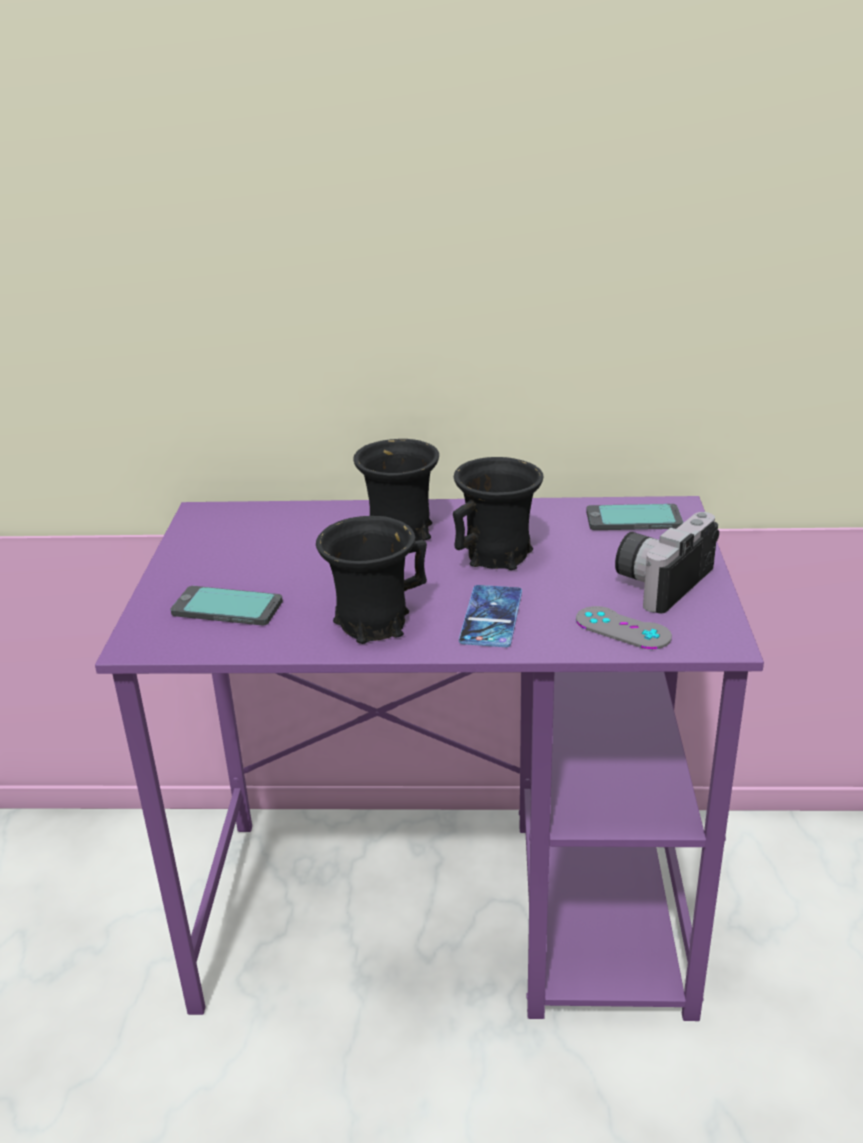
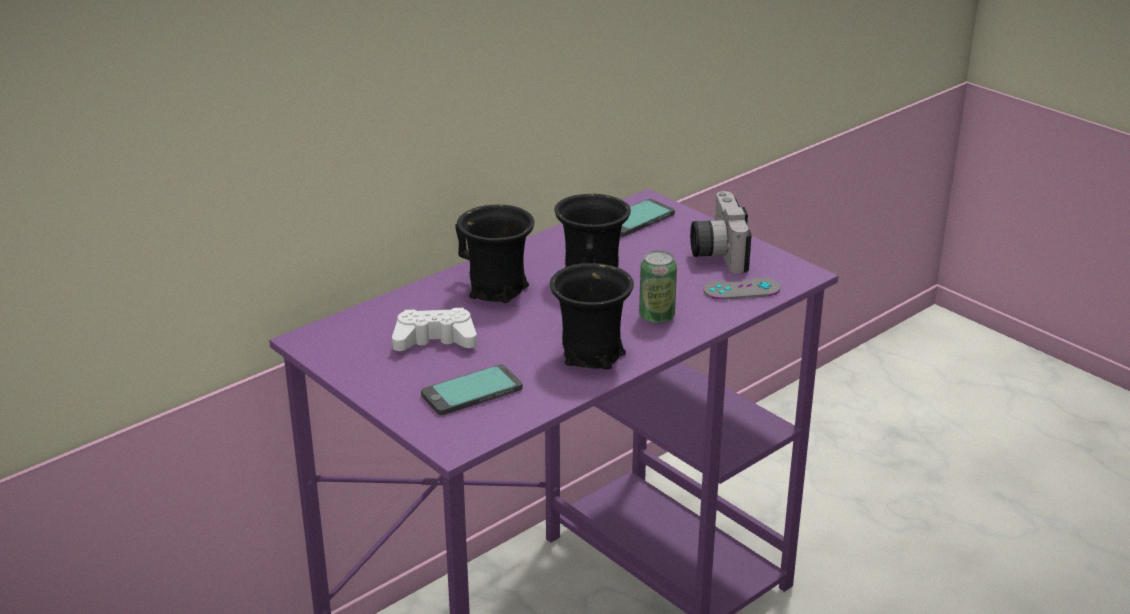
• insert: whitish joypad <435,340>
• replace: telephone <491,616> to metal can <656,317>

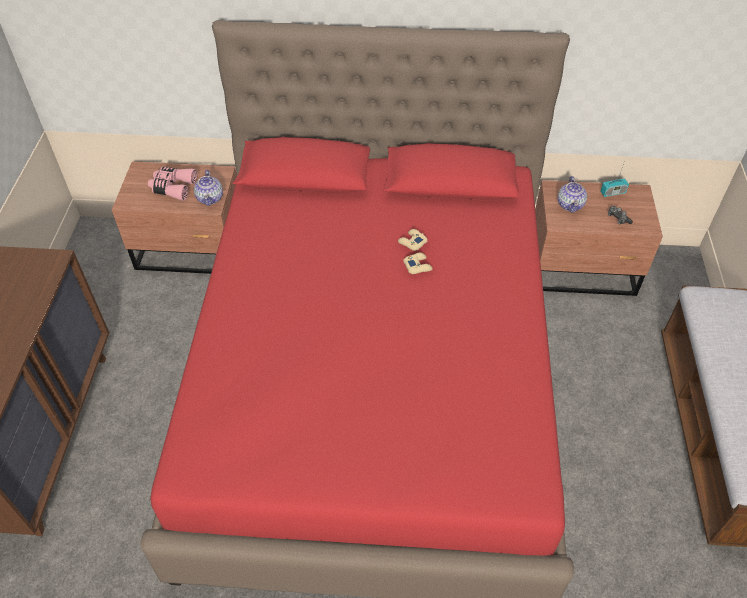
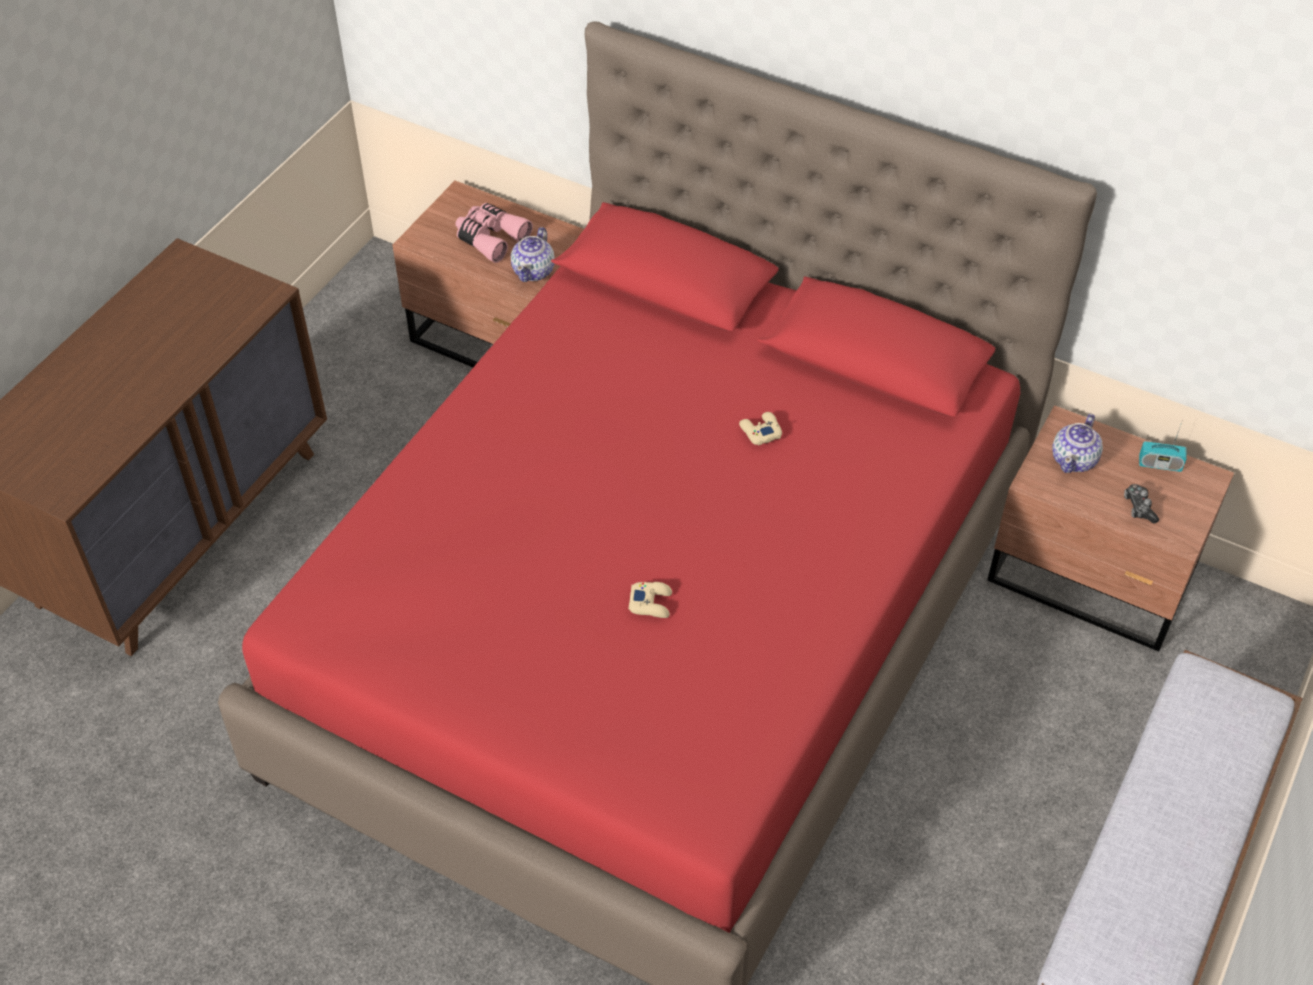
• move: sand-coloured joypad <418,266> to <651,603>

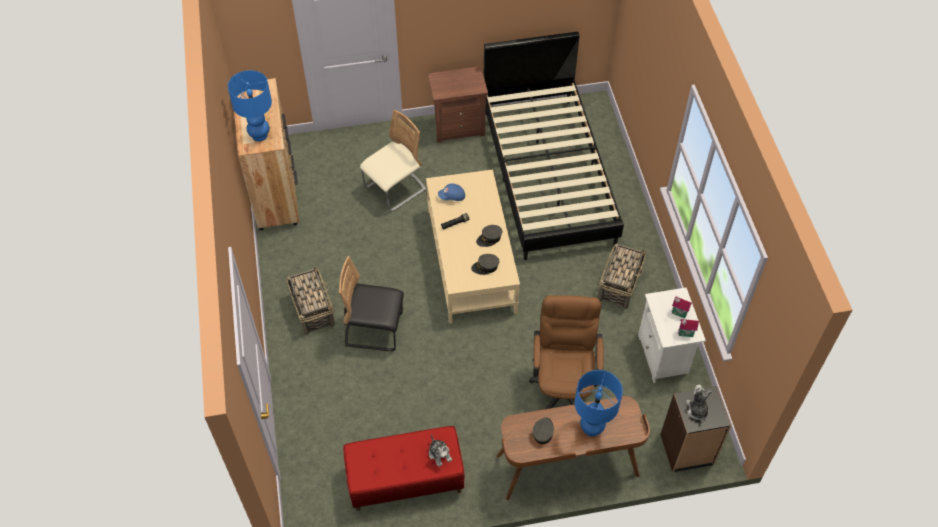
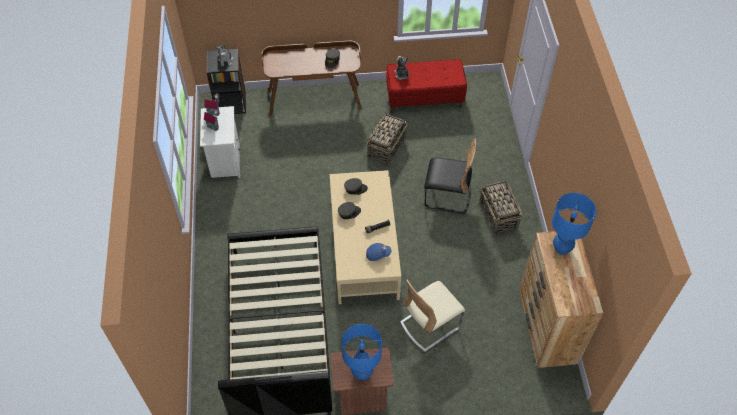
• delete: brownish office chair <563,385>
• move: blue tabletop lamp <591,428> to <362,373>
• move: basket <619,285> to <386,147>

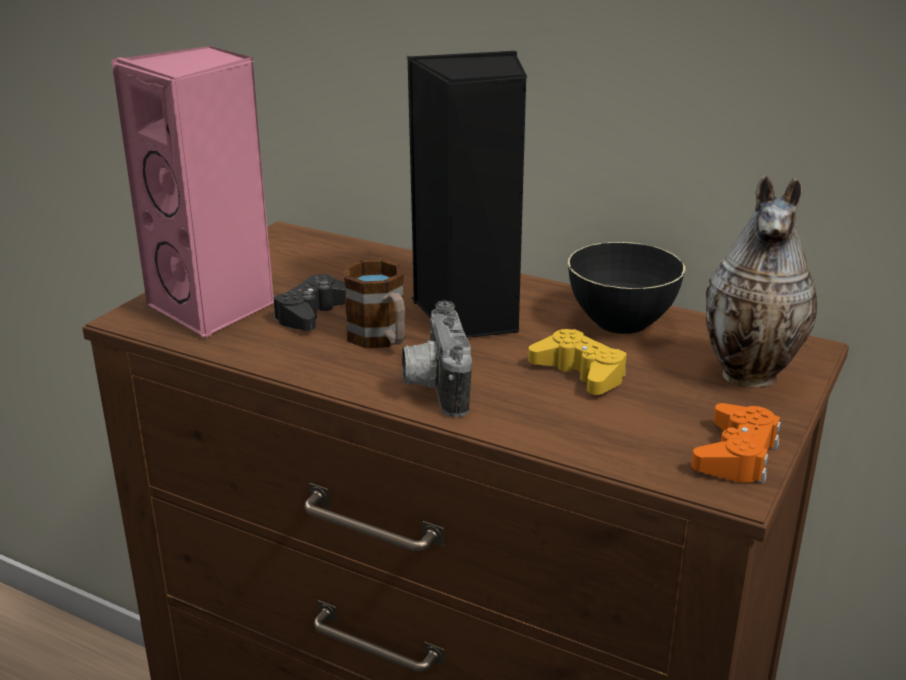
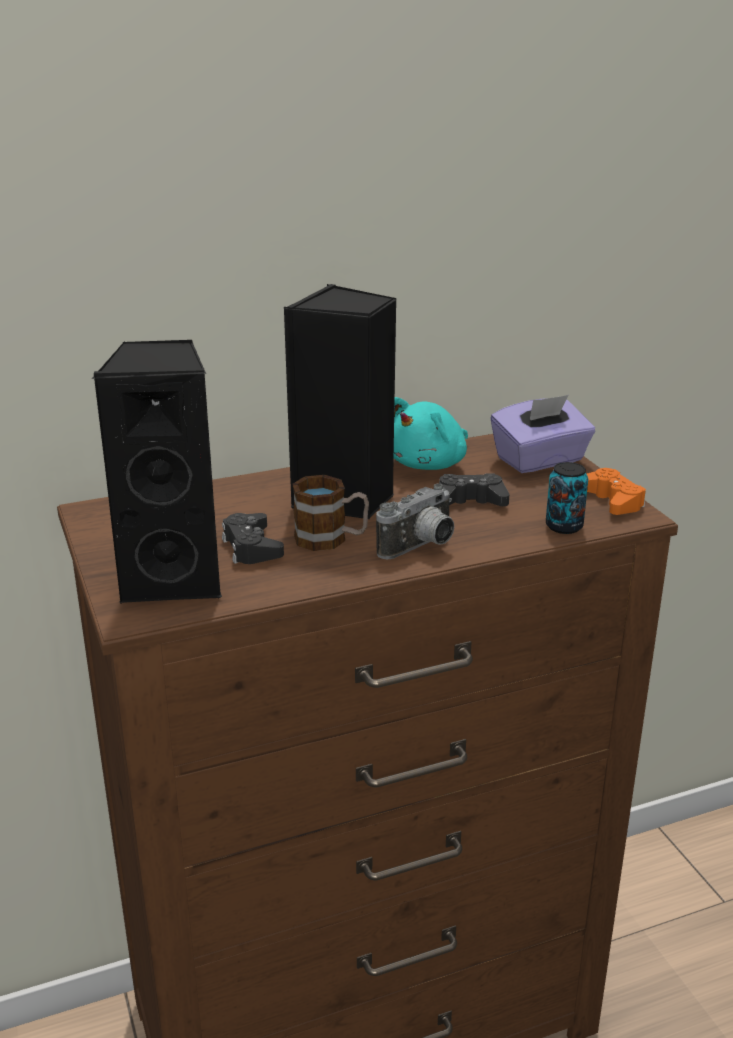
• insert: metal can <564,526>
• replace: blackish bowl <621,322> to turquoise cuddly toy <429,464>
• replace: decorative vase <752,374> to purple-coloured box of tissues <540,460>
• recolor: pink loudspeaker <215,308> to blackish loudspeaker <175,579>
• recolor: yellow joypad <580,373> to blackish joypad <470,500>
• rotate: still camera <434,387> = <421,547> 75 degrees counterclockwise

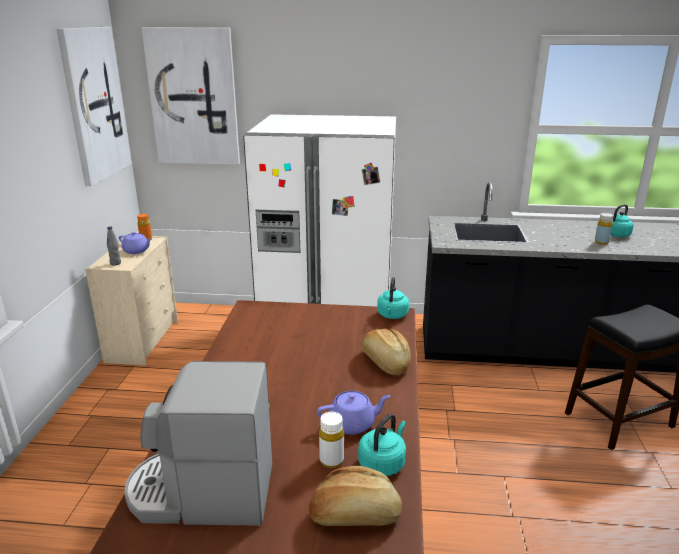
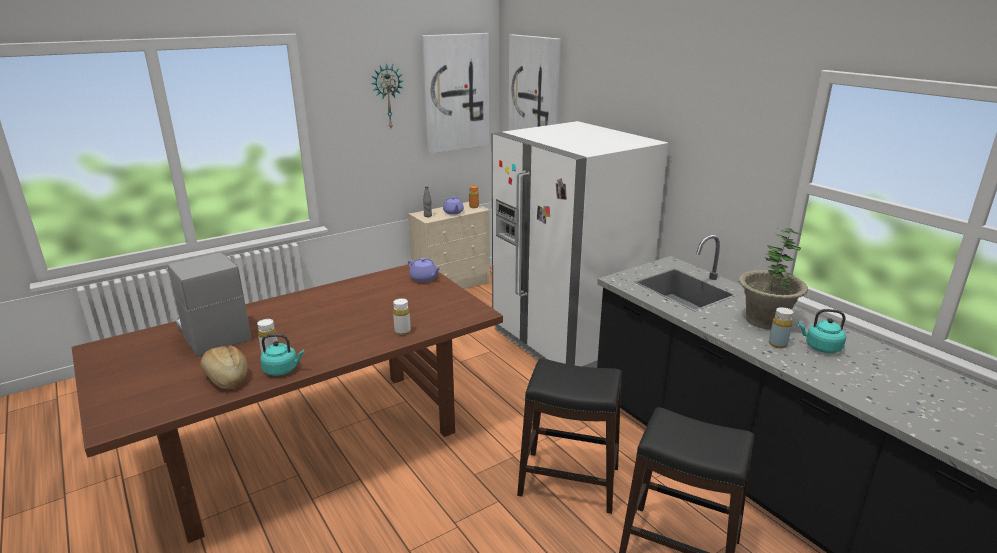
• delete: turquoise water kettle <392,315>
• insert: wall clock <387,96>
• insert: blackish stool seat <569,482>
• insert: potted plant <765,321>
• move: purple-coloured teapot <353,424> to <424,278>
• replace: bakery bread <384,362> to whitish drink bottle <402,332>

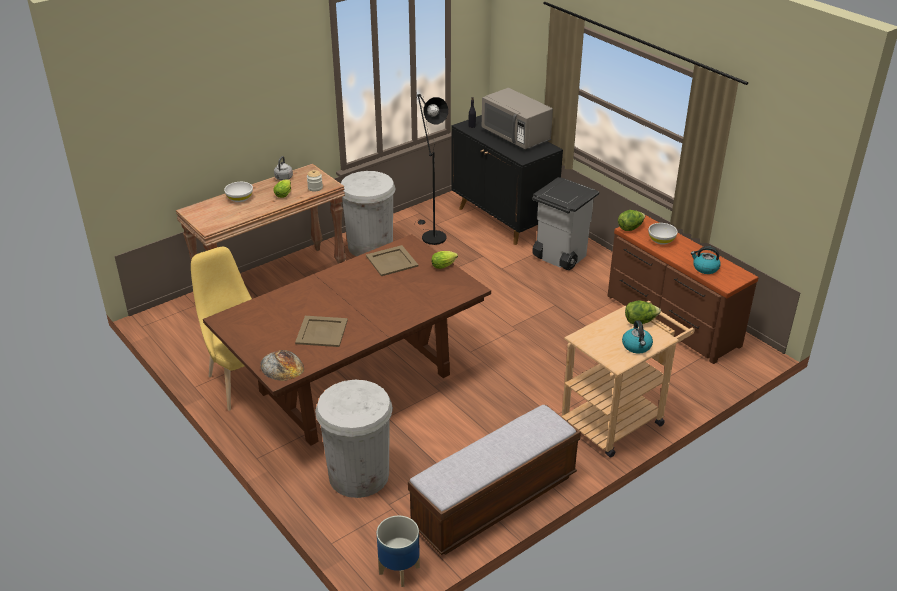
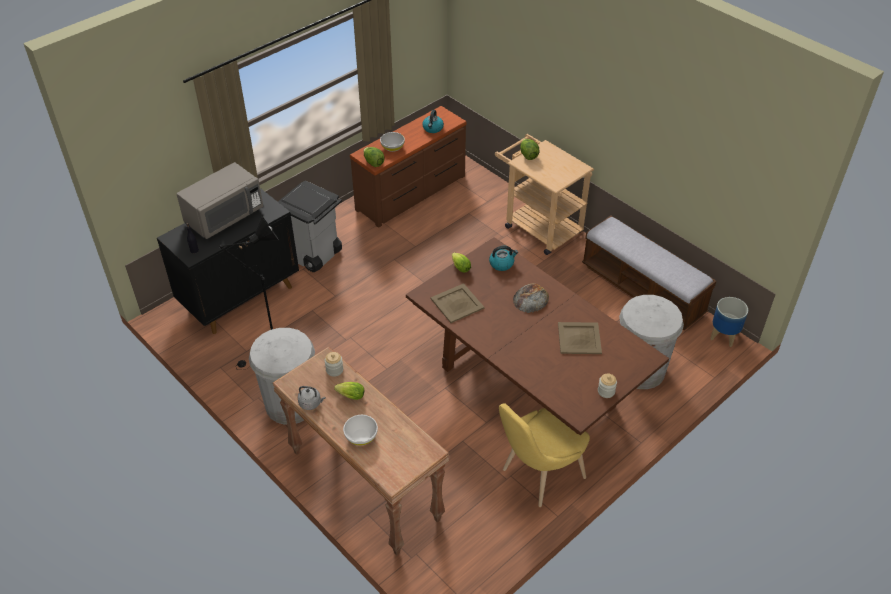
• insert: storage jar <606,391>
• move: bakery bread <282,366> to <531,298>
• move: water kettle <637,346> to <502,264>

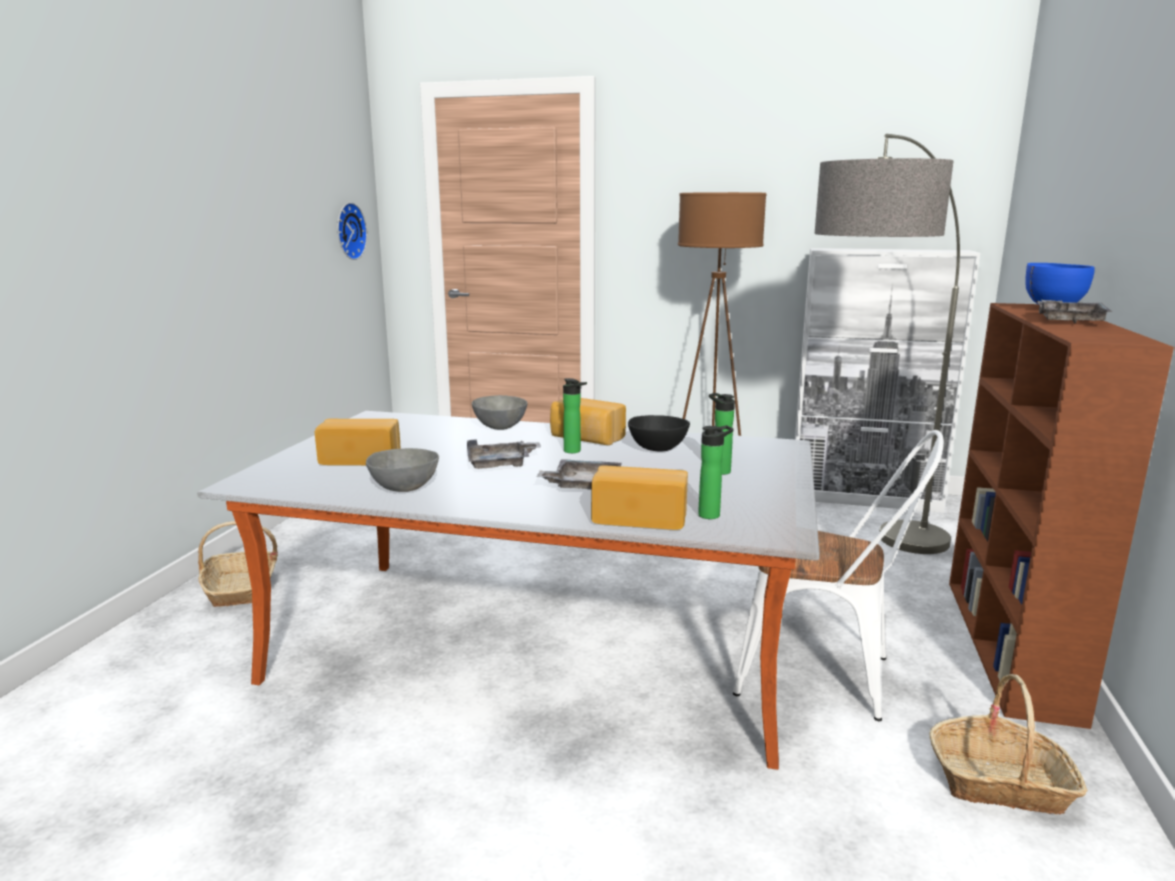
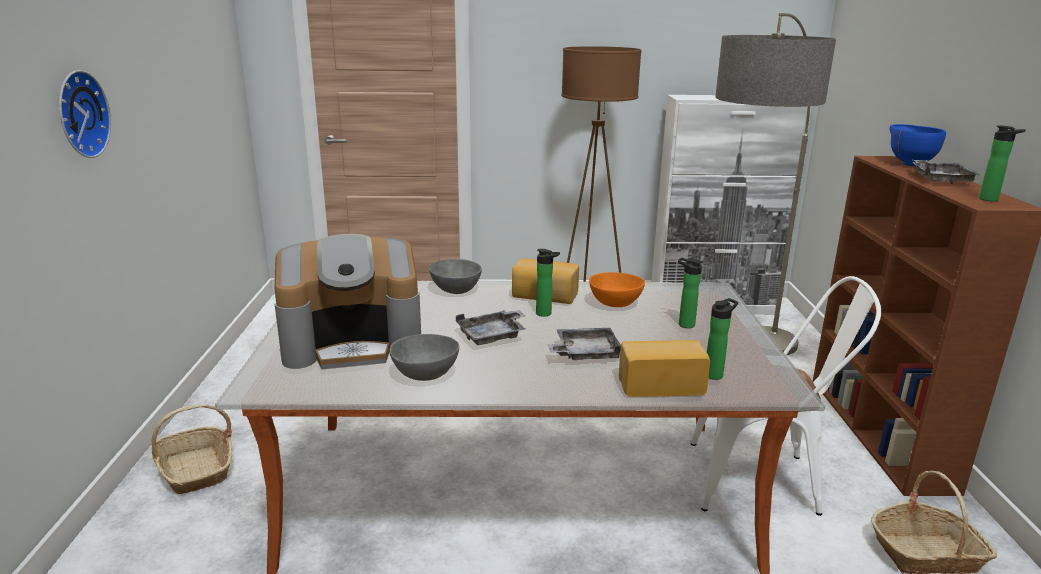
• insert: drink bottle <991,200>
• move: wall clock <348,231> to <78,114>
• replace: bakery bread <361,459> to coffee maker <353,342>
• recolor: blackish bowl <658,449> to orangey bowl <615,304>

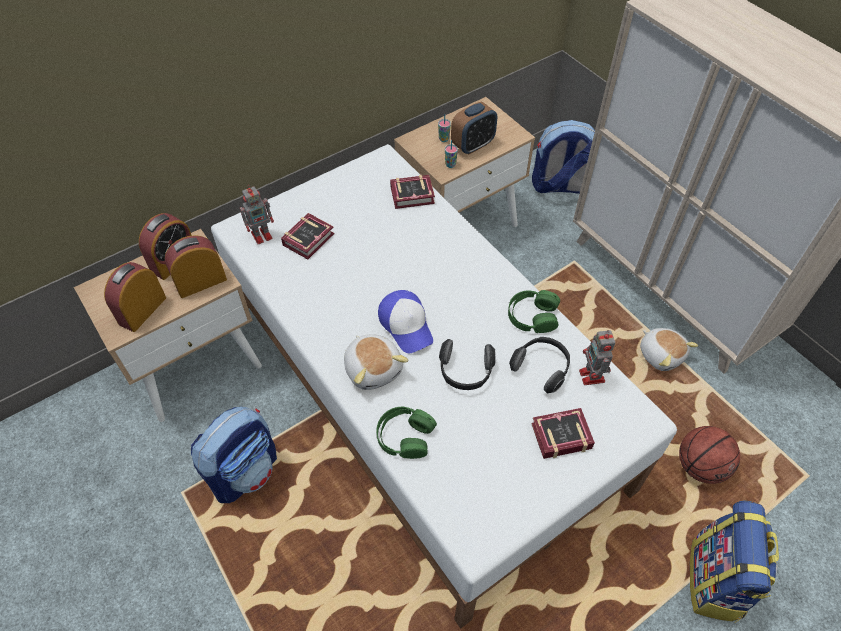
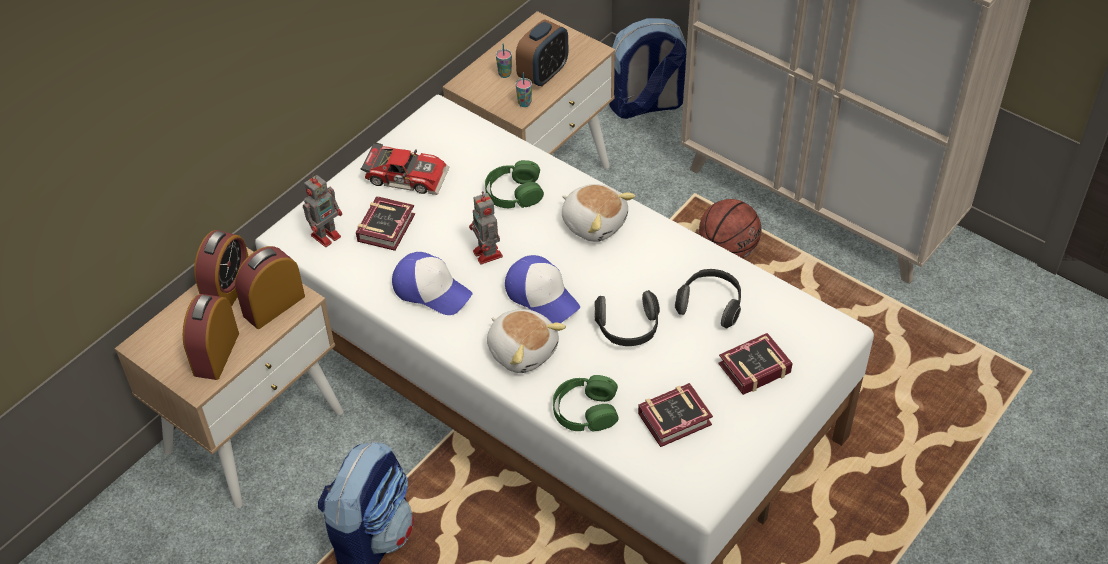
• delete: knapsack <716,581>
• insert: model car <407,175>
• insert: baseball cap <431,290>
• move: bound book <414,196> to <678,419>
• move: green pair of headphones <532,316> to <514,192>
• move: toy robot <592,377> to <488,255>
• move: cuddly toy <661,354> to <594,223>
• move: basketball <700,466> to <728,250>

